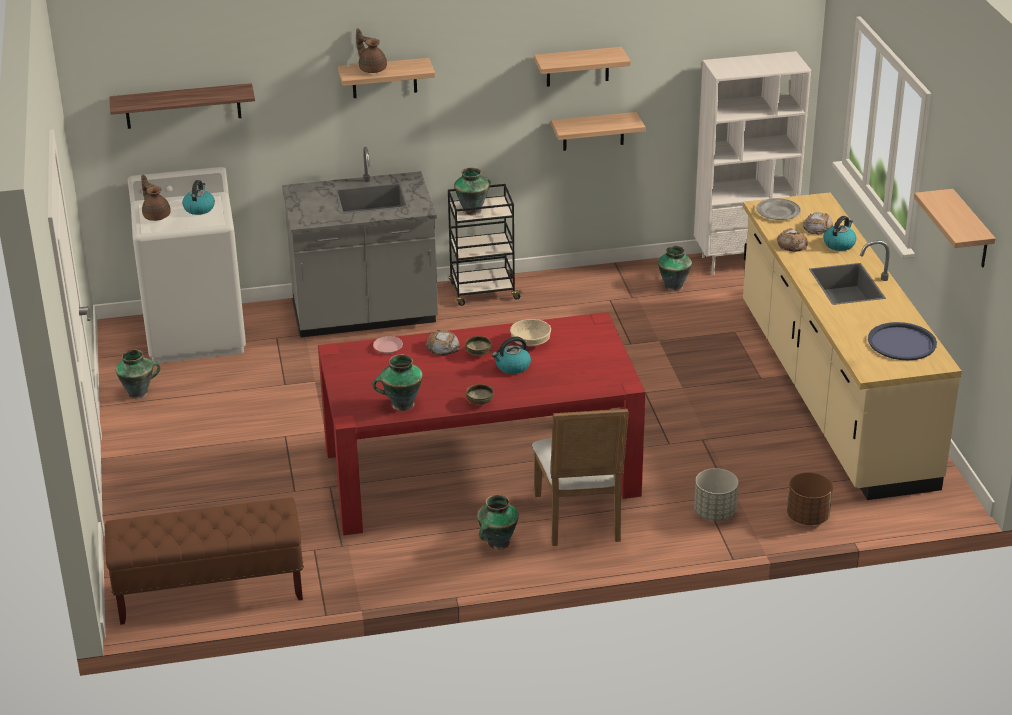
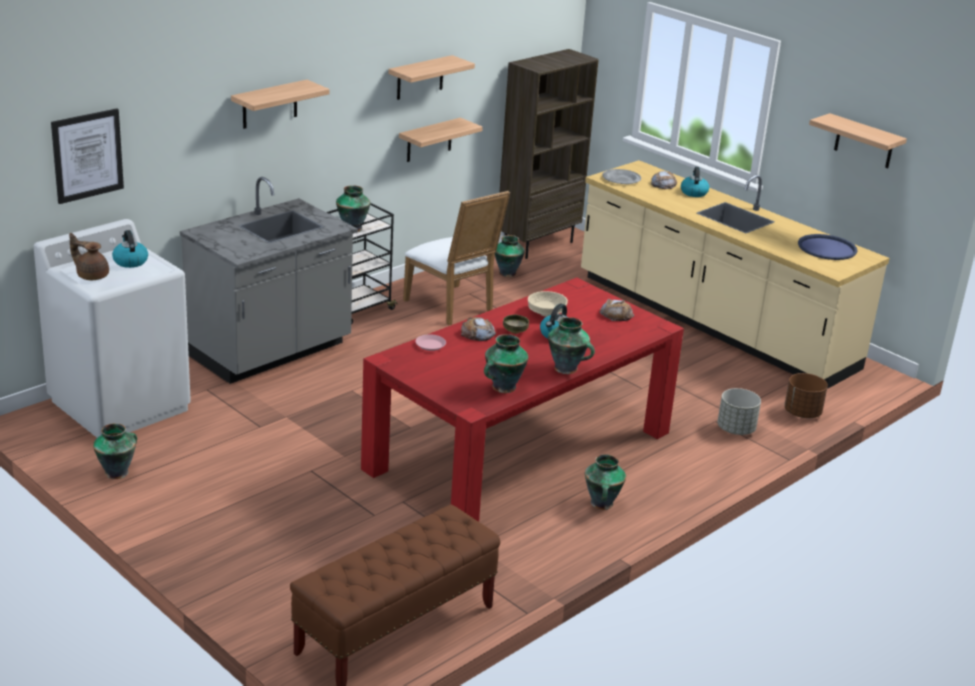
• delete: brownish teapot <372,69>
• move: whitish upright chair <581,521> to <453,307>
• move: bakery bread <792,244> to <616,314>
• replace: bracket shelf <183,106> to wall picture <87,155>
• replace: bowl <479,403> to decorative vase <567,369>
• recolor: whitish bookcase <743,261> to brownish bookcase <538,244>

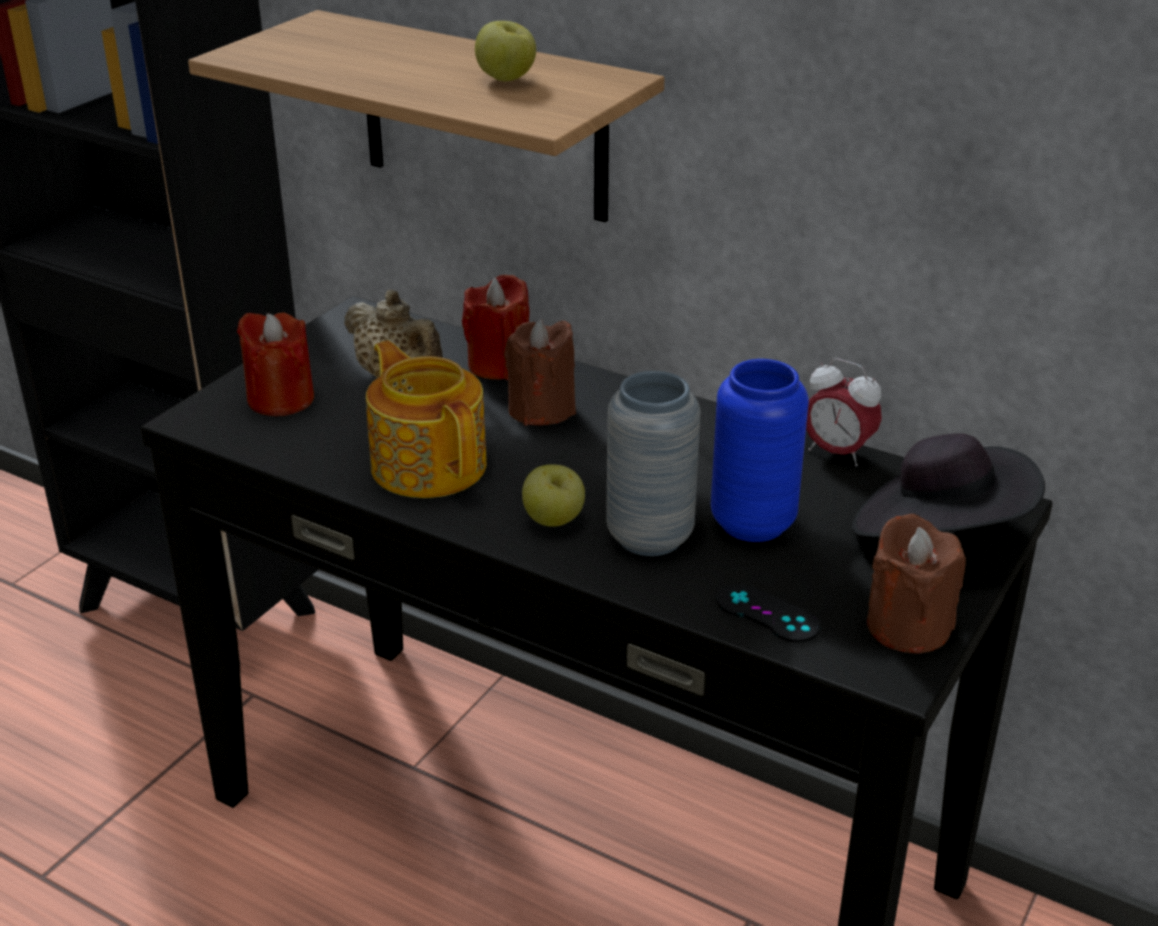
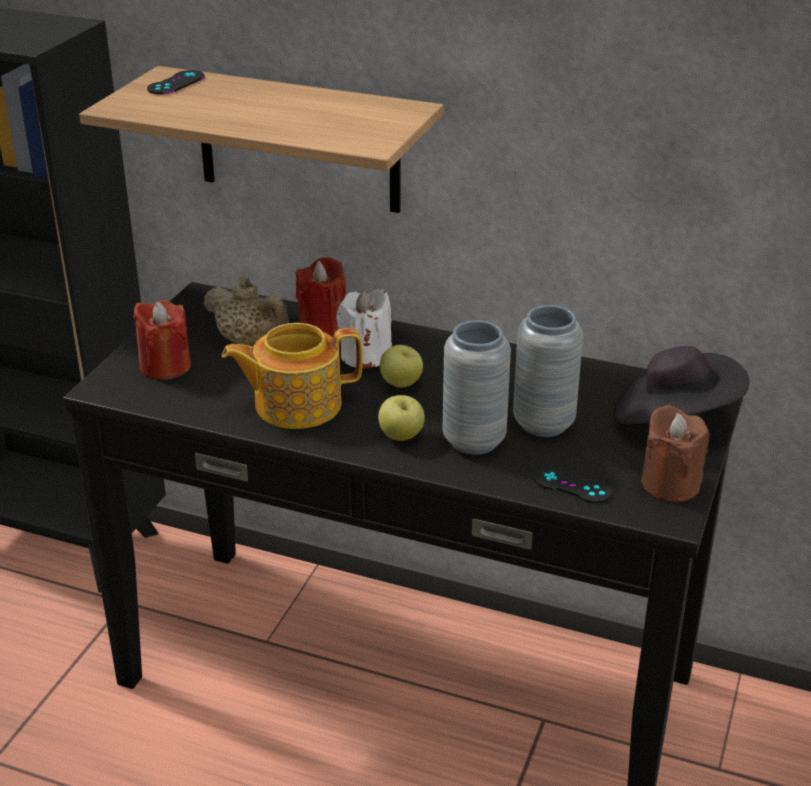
• delete: alarm clock <837,453>
• insert: blackish joypad <176,83>
• move: apple fruit <506,80> to <401,384>
• recolor: brownish candle <541,409> to whitish candle <365,356>
• recolor: blue decorative vase <752,523> to grey decorative vase <543,424>
• rotate: teapot <429,464> = <295,404> 60 degrees counterclockwise

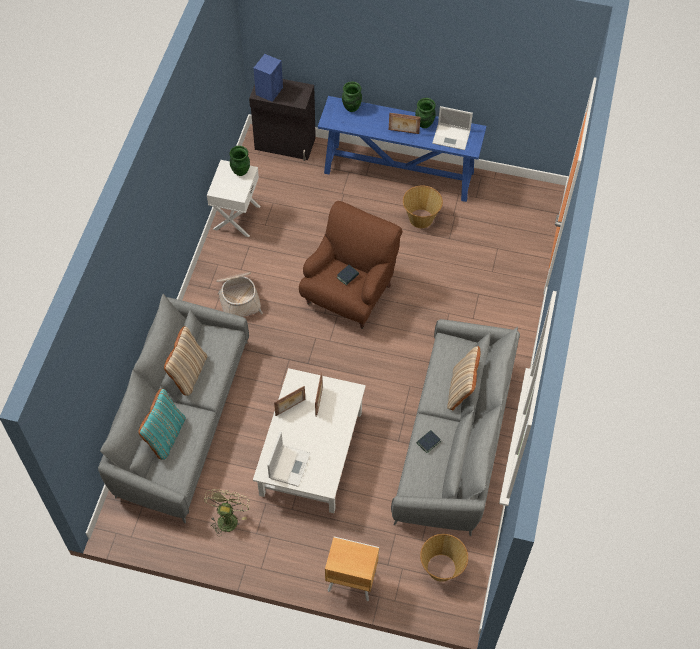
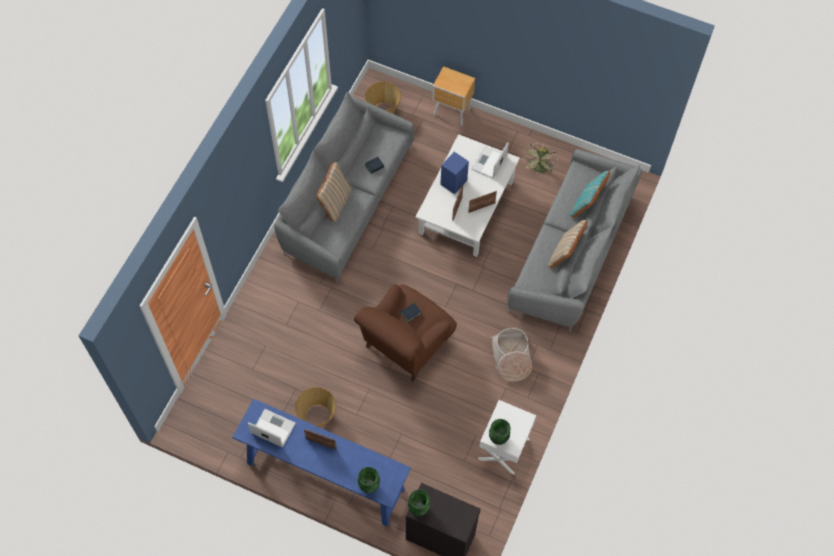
• move: blue loudspeaker <269,90> to <453,183>
• move: green decorative vase <424,124> to <419,508>

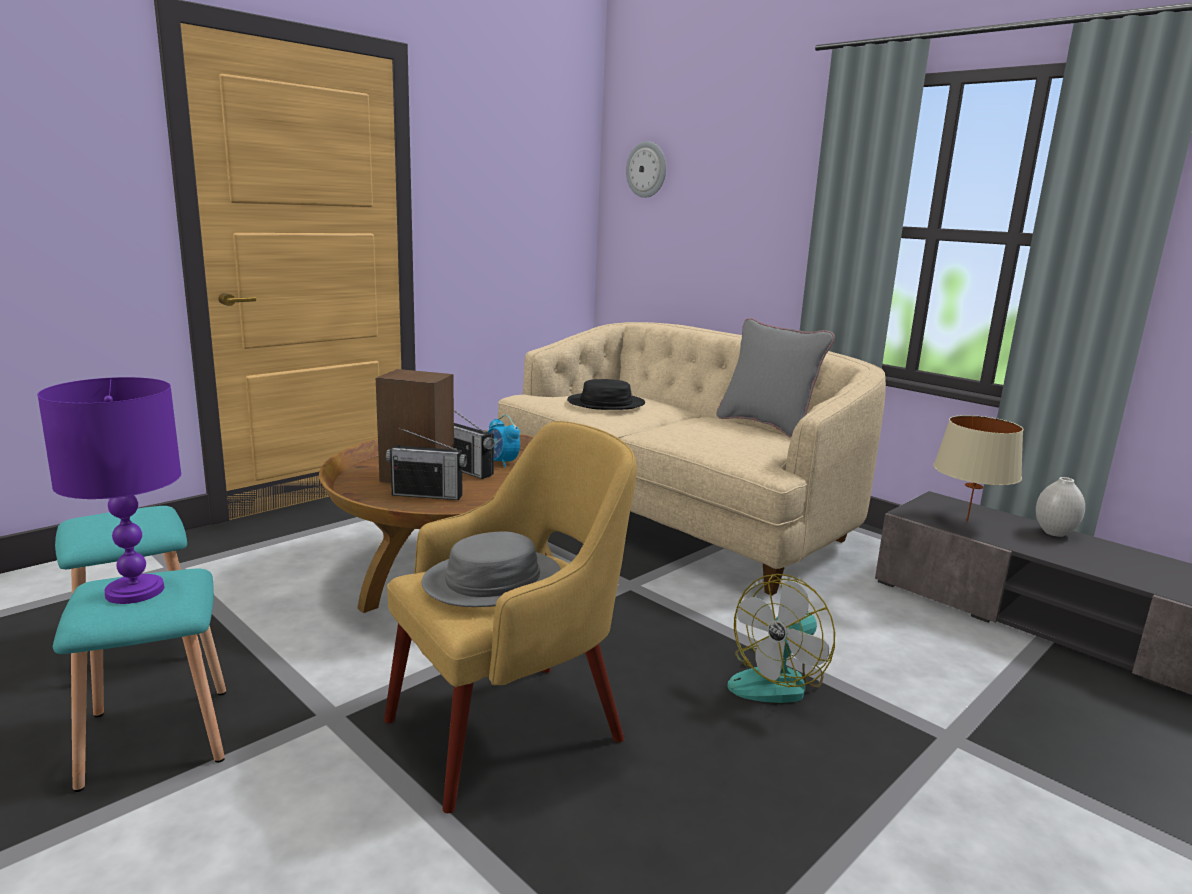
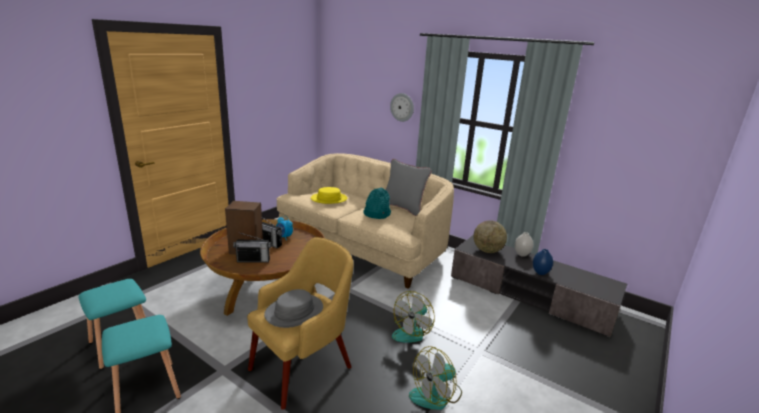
• delete: purple-coloured tabletop lamp <134,592>
• insert: turquoise clothing hat <376,213>
• insert: cooling fan <436,395>
• insert: blue decorative vase <540,272>
• move: wall clock <647,169> to <402,107>
• replace: sand-coloured tabletop lamp <966,521> to world globe <487,251>
• recolor: blackish clothing hat <606,403> to yellow clothing hat <329,199>

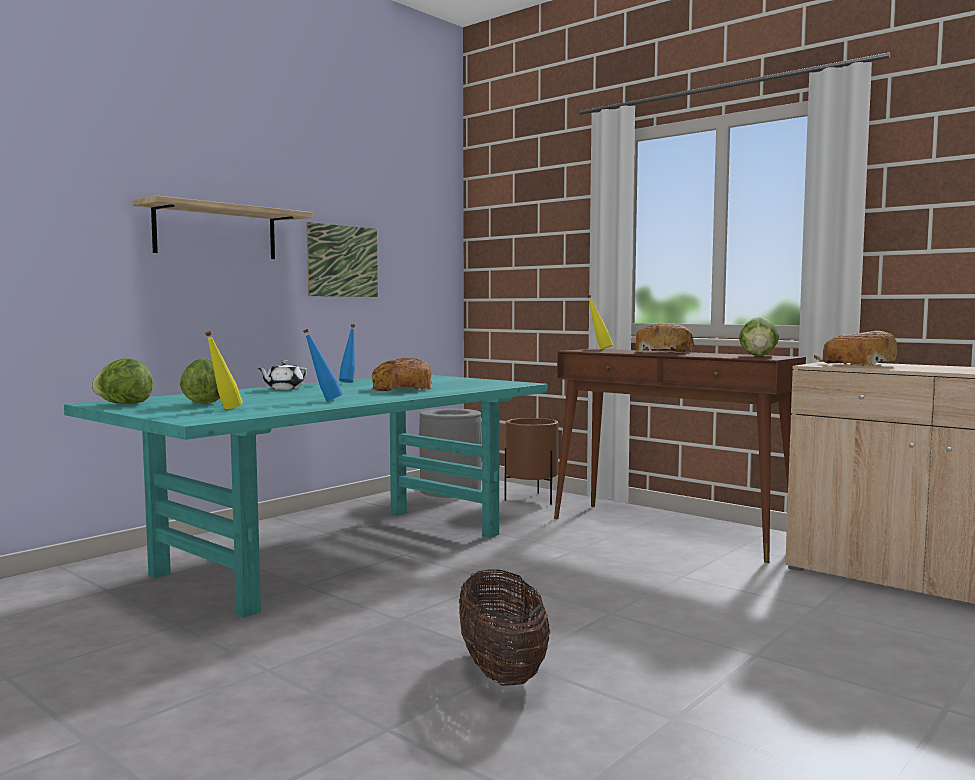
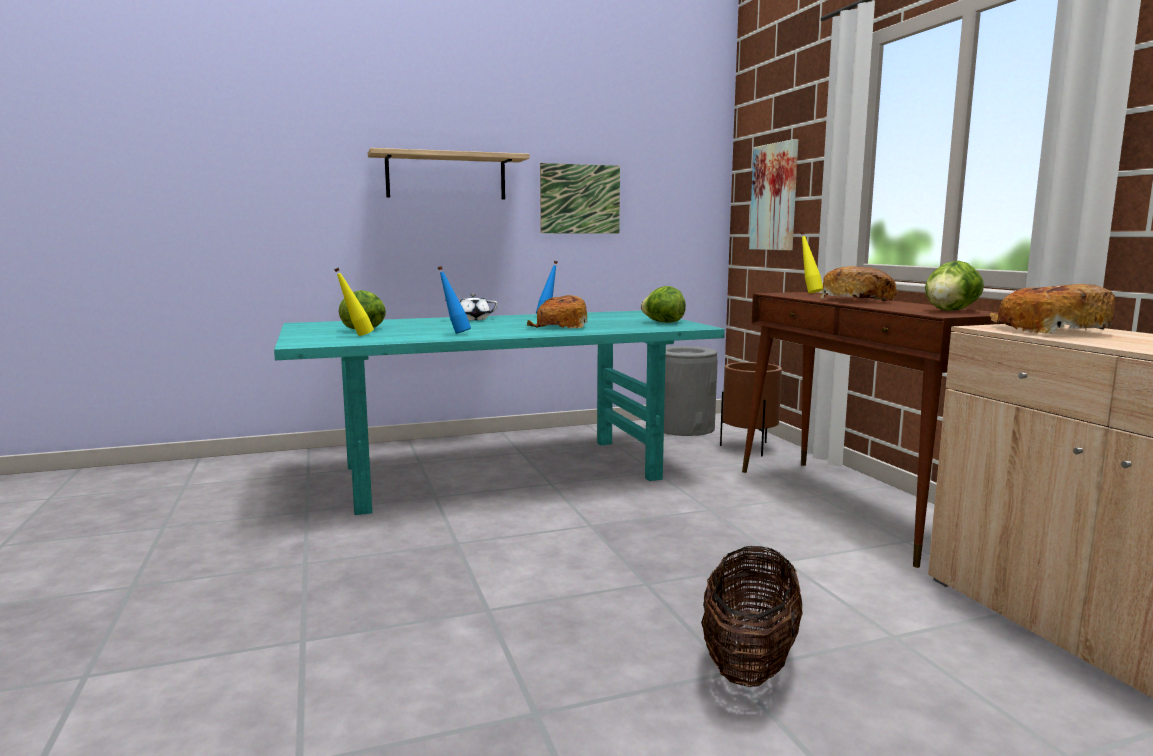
• insert: wall picture <775,197>
• move: lettuce head <124,404> to <663,322>
• move: basket <502,671> to <749,662>

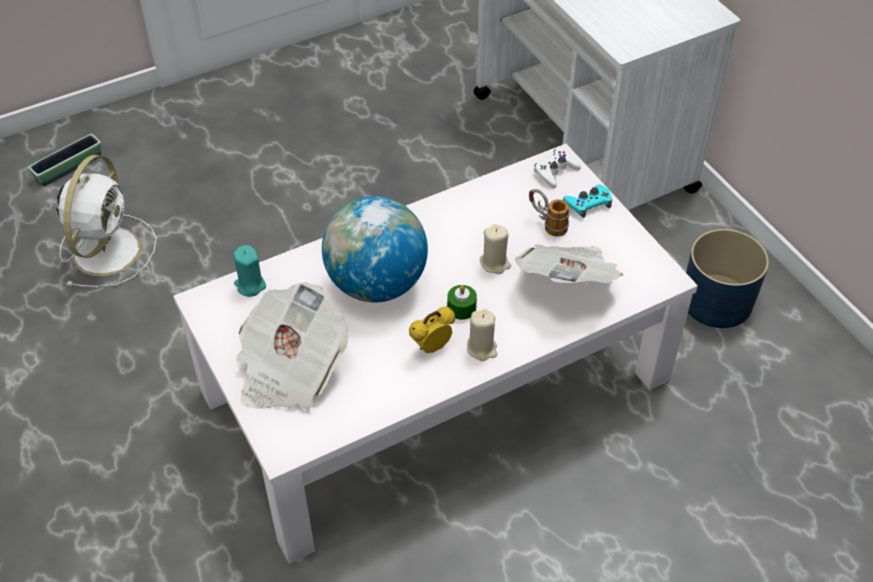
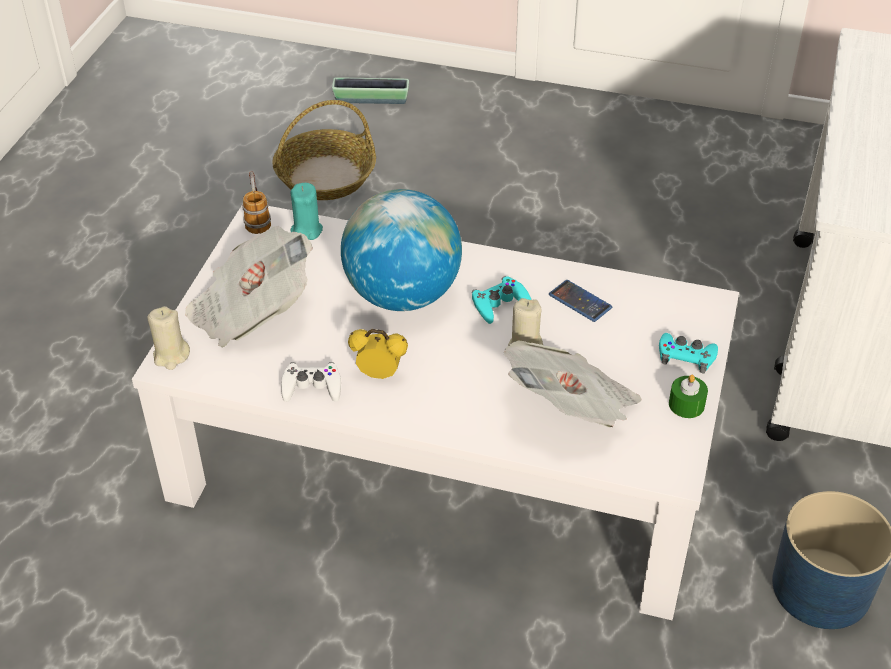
• insert: turquoise joypad <499,304>
• insert: telephone <580,301>
• move: green candle <461,308> to <686,404>
• move: sand-coloured candle <482,348> to <171,356>
• move: mug <546,224> to <257,218>
• move: whitish joypad <555,172> to <312,387>
• replace: whitish cooling fan <108,249> to basket <326,176>

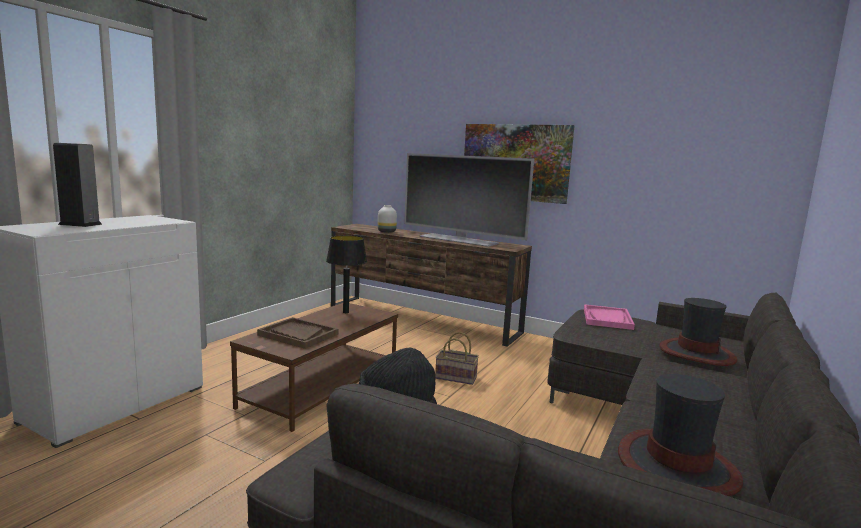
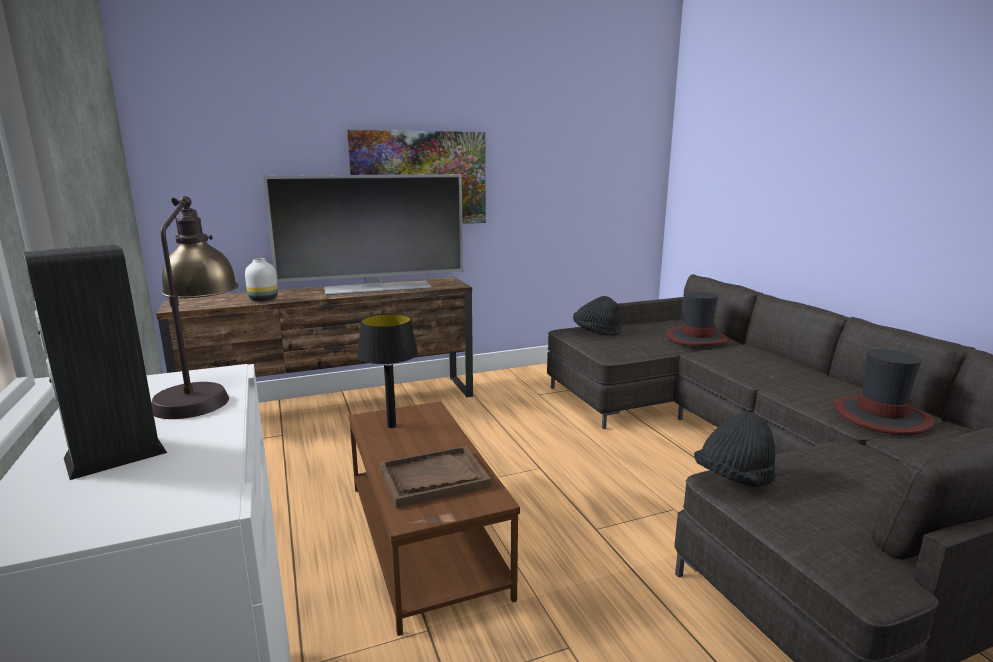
• delete: basket <457,377>
• insert: tabletop lamp <203,393>
• replace: pink carrying tray <607,319> to blackish clothing hat <596,332>

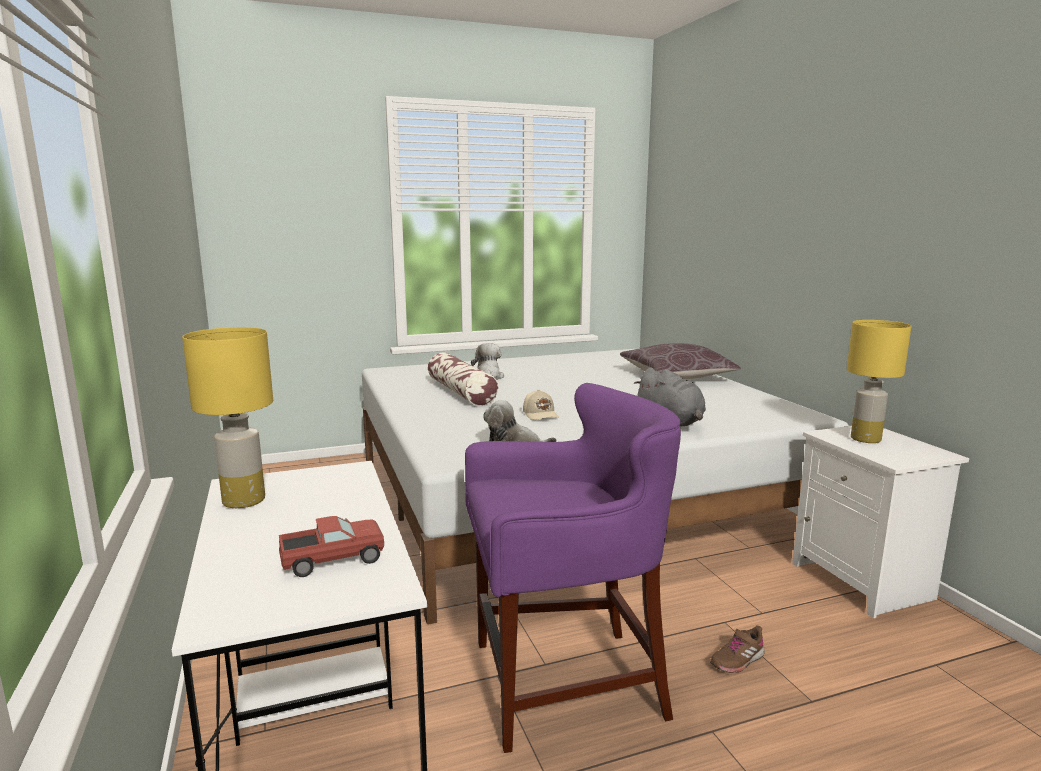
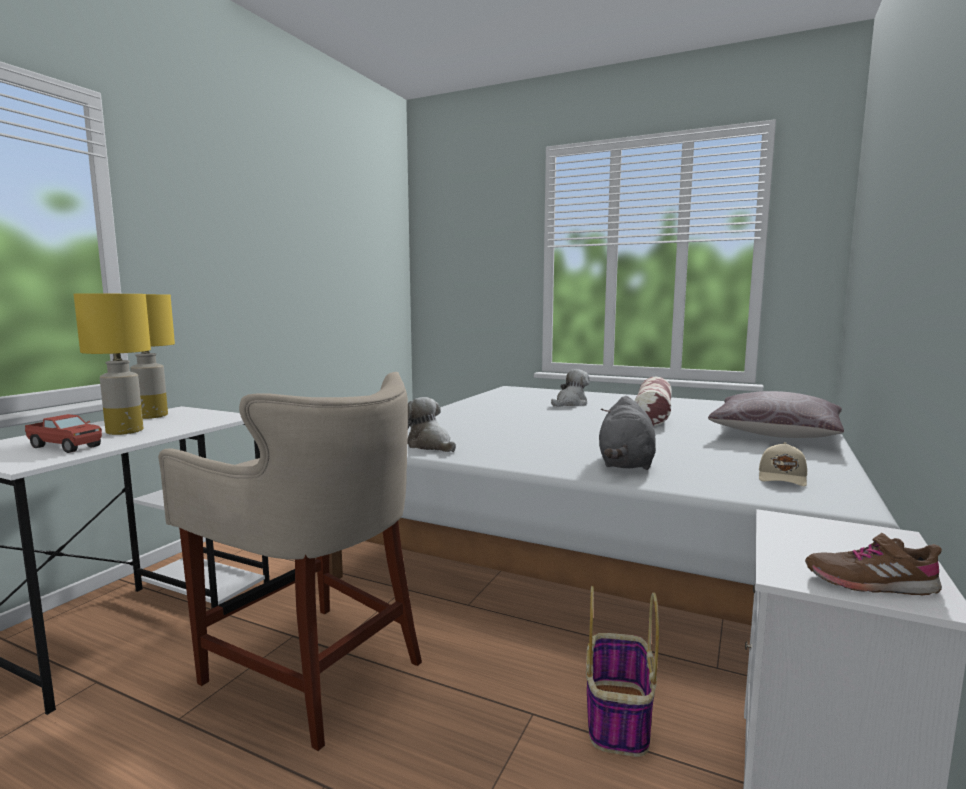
• insert: basket <617,716>
• move: cushion <461,392> to <653,414>
• move: sand-coloured baseball cap <541,414> to <783,478>
• move: brownish item of footwear <737,660> to <870,583>
• move: yellow tabletop lamp <866,439> to <124,431>
• recolor: purple-coloured stool seat <564,683> to sand-coloured stool seat <315,668>

